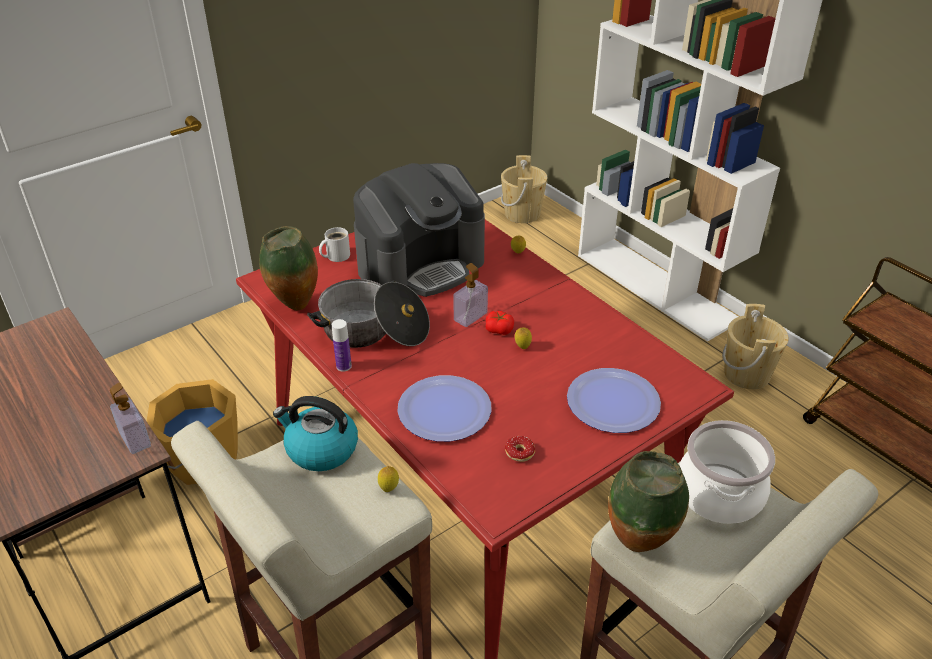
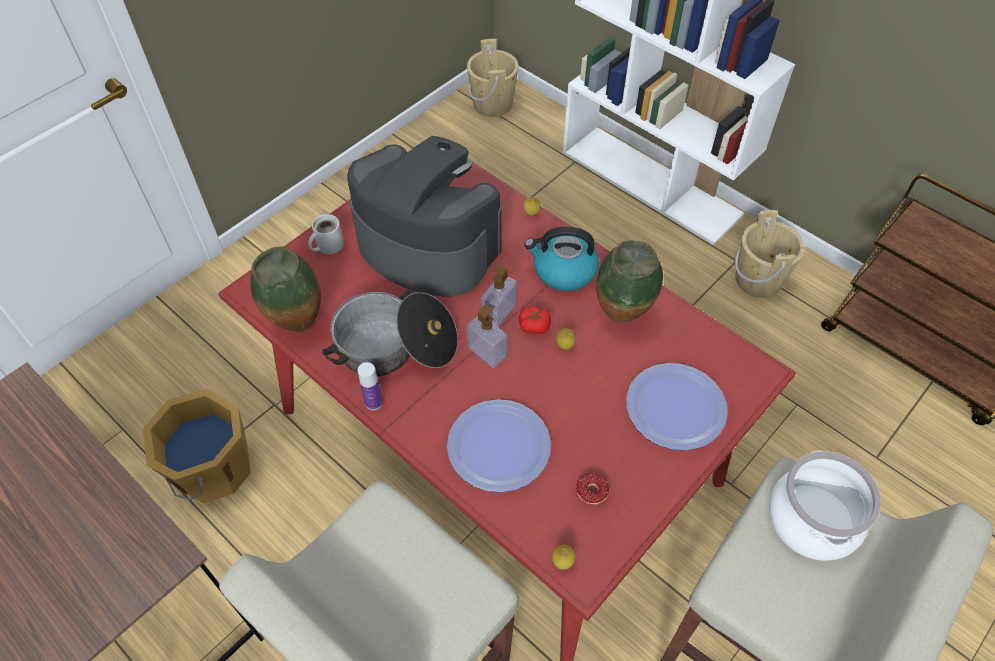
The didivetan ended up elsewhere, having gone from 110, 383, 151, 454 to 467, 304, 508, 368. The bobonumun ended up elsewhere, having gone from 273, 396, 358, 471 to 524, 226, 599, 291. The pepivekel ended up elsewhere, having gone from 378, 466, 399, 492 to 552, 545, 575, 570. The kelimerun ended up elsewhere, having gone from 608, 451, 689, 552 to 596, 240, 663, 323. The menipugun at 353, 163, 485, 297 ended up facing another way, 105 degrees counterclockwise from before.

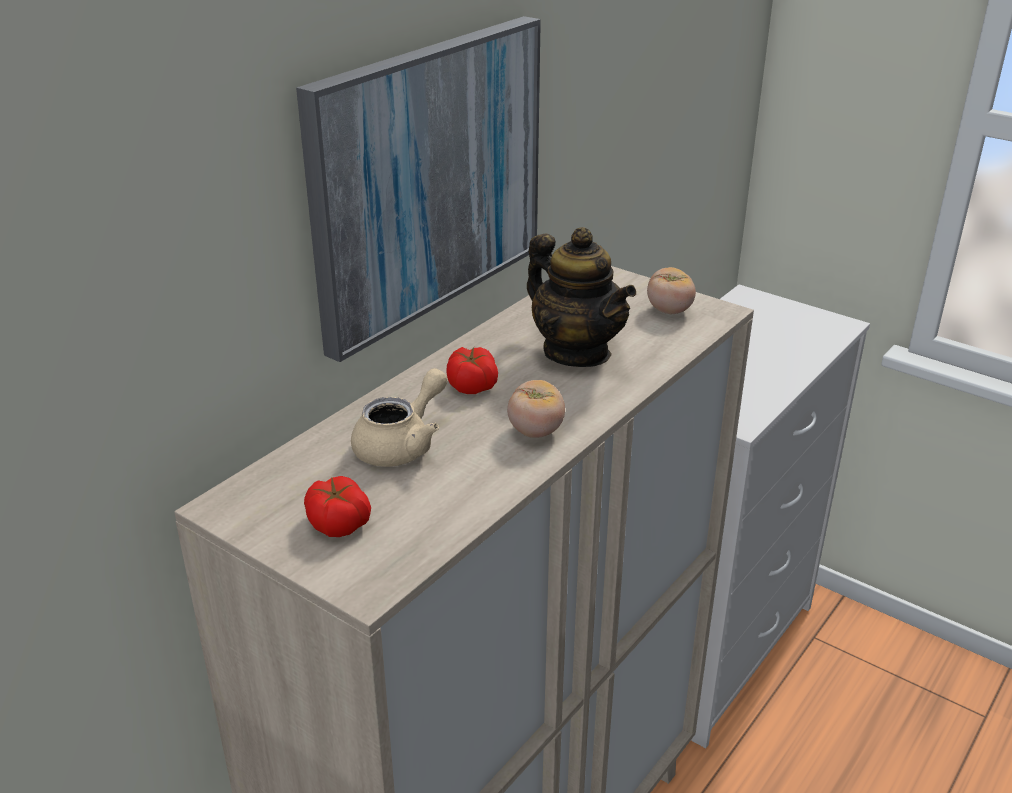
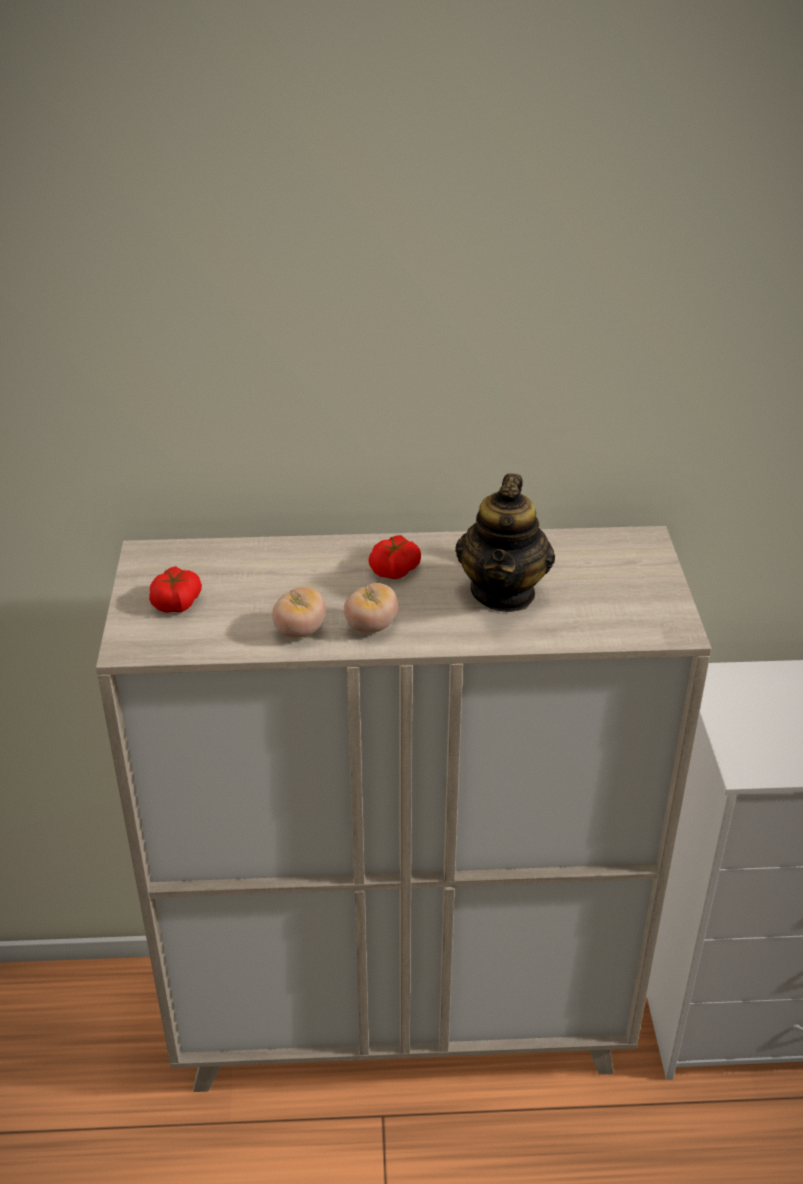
The second view lost the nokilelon at 296, 16, 541, 362. The second view lost the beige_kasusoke at 351, 368, 448, 467. The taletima ended up elsewhere, having gone from 647, 267, 696, 314 to 272, 587, 326, 638.

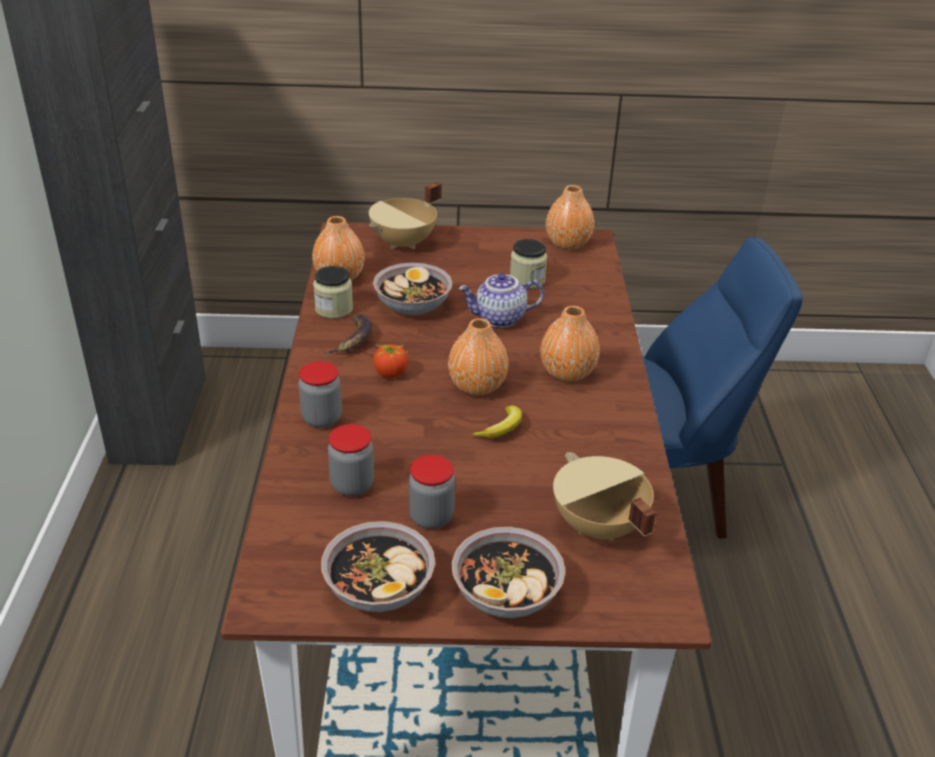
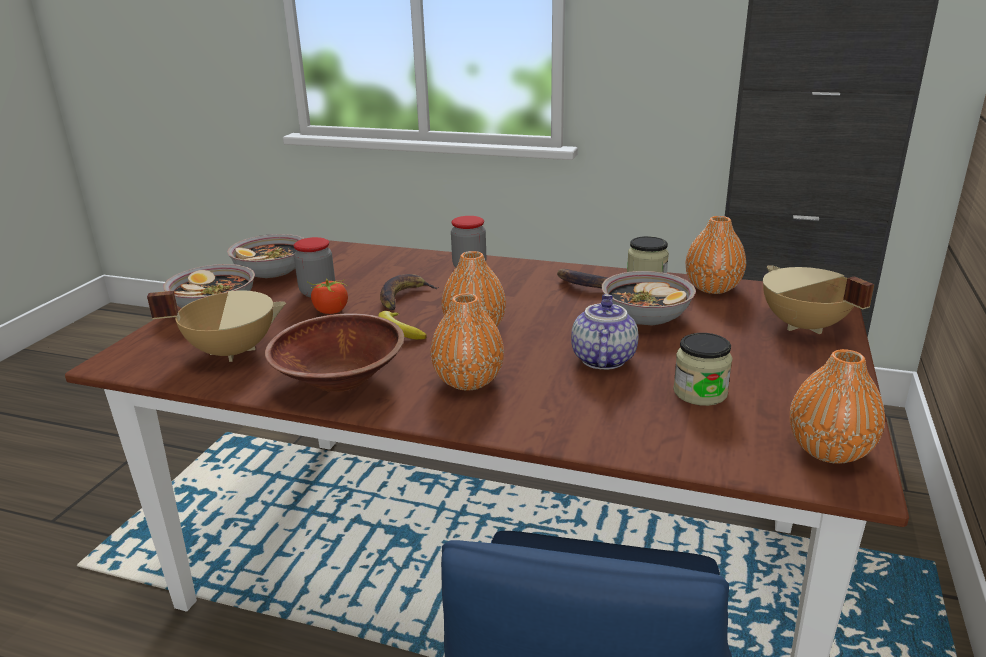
The second view lost the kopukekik at 328, 424, 374, 496. The second view gained the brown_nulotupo at 265, 313, 404, 392. The second view gained the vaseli at 380, 274, 439, 310. The taletima ended up elsewhere, having gone from 373, 343, 408, 378 to 307, 279, 348, 314.

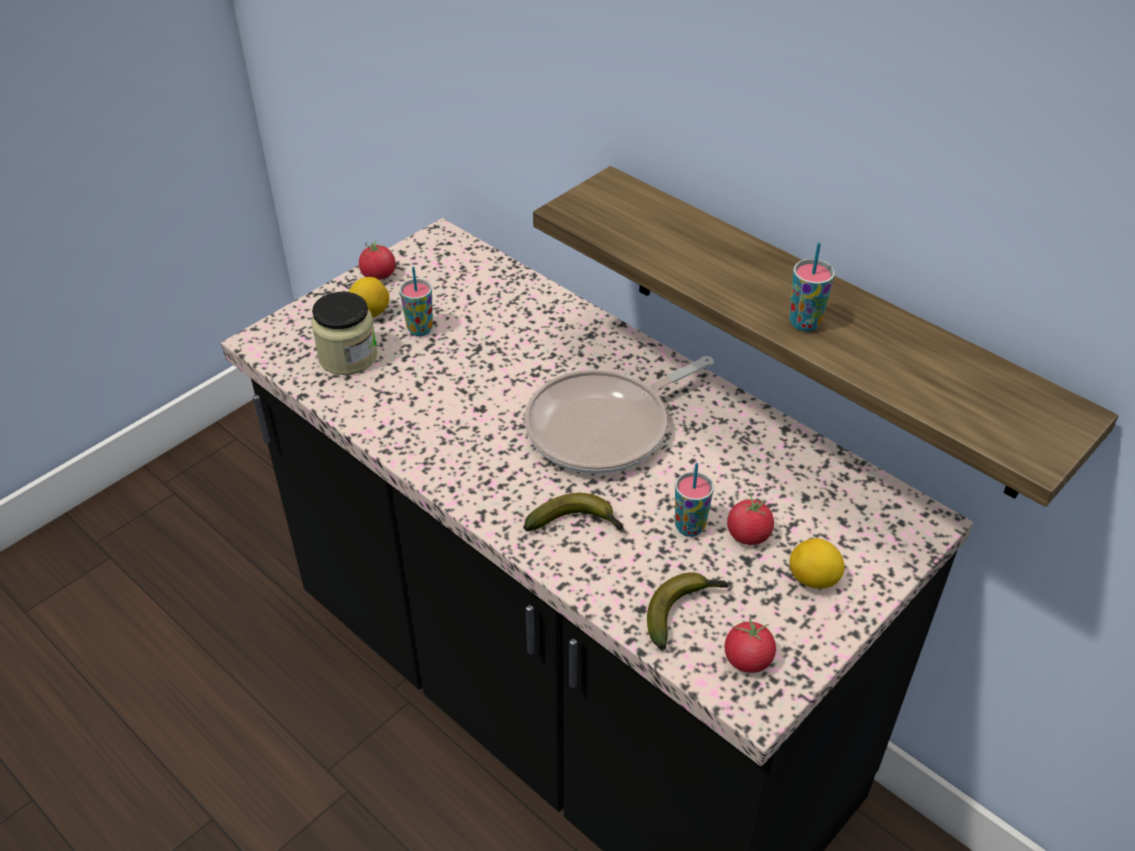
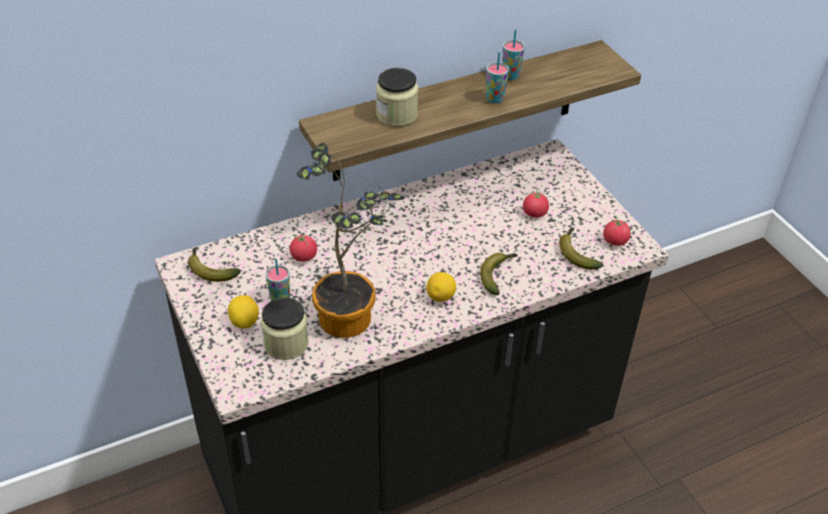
The second view lost the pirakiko at 525, 356, 713, 474. The second view gained the vaseli at 188, 247, 241, 282. The second view gained the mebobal at 297, 142, 405, 338. The second view gained the kopukekik at 376, 68, 418, 127. The taletima ended up elsewhere, having gone from 359, 239, 396, 280 to 290, 233, 317, 262. The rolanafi ended up elsewhere, having gone from 675, 463, 714, 537 to 502, 29, 525, 80. The pepivekel ended up elsewhere, having gone from 790, 538, 844, 589 to 426, 272, 456, 302.

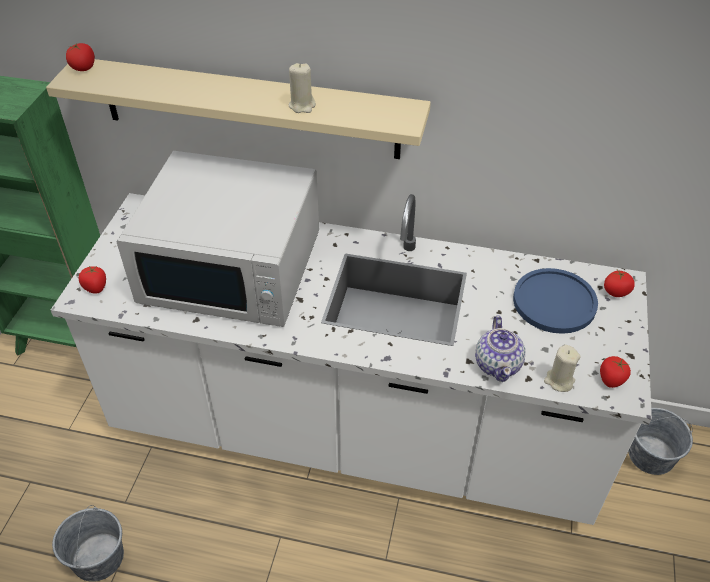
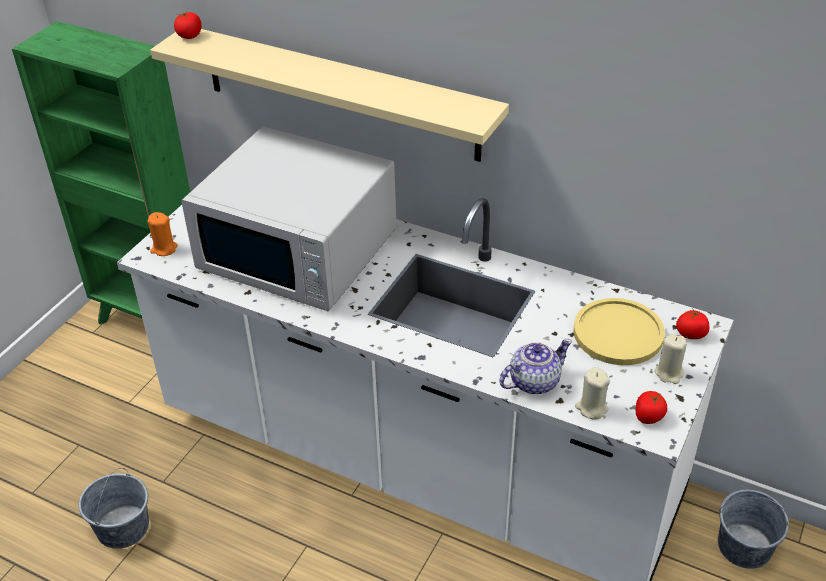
The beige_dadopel ended up elsewhere, having gone from 289, 63, 316, 113 to 655, 334, 687, 384. Where the taletima stood at 79, 265, 106, 294, the orange_dadopel came to stand at 148, 212, 178, 256. What was the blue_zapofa at 513, 268, 598, 334 turned into the yellow_zapofa at 574, 298, 665, 365. The kasusoke at 475, 316, 525, 382 ended up facing another way, 135 degrees counterclockwise from before.

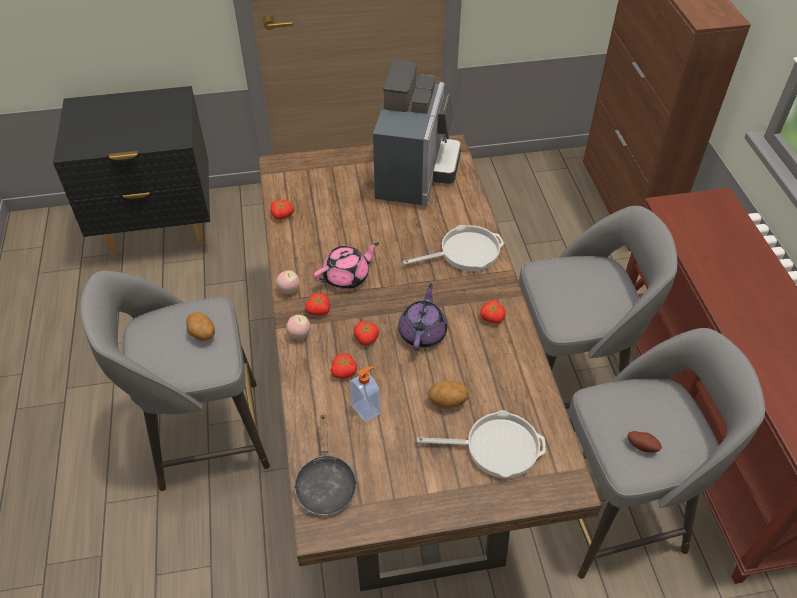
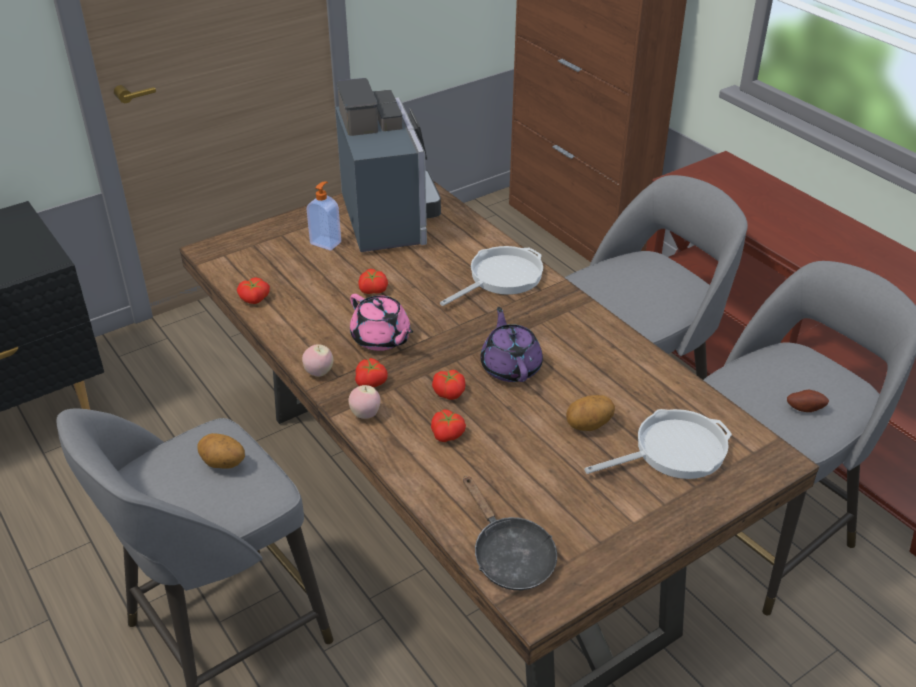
The didivetan ended up elsewhere, having gone from 350, 366, 380, 423 to 306, 181, 341, 251. The taletima ended up elsewhere, having gone from 480, 300, 505, 324 to 358, 269, 388, 294. The pink_kasusoke at 314, 242, 379, 289 ended up facing another way, 105 degrees clockwise from before.

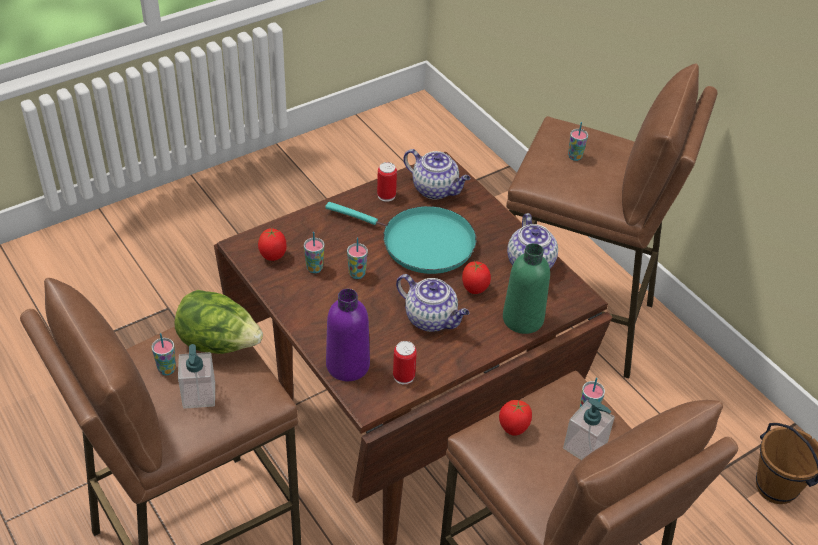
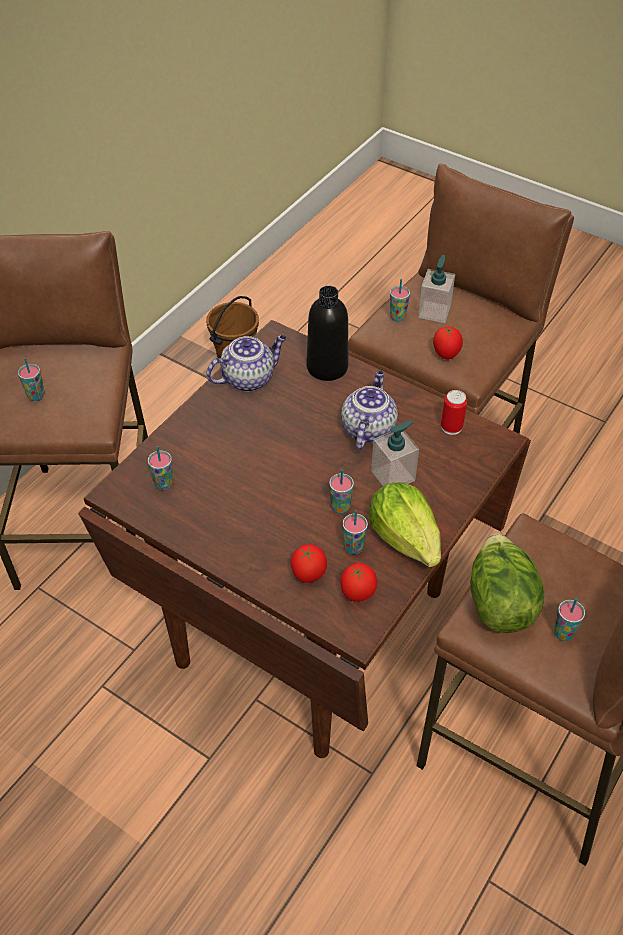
The second view lost the turquoise_pirakiko at 325, 202, 476, 274. The second view lost the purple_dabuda at 326, 289, 370, 381. The second view lost the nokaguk at 377, 162, 397, 202. The second view gained the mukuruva at 369, 482, 441, 567. The didivetan ended up elsewhere, having gone from 178, 344, 215, 409 to 371, 421, 419, 486. The taletima ended up elsewhere, having gone from 462, 261, 491, 294 to 291, 544, 327, 583. Where the kasusoke stood at 403, 149, 470, 200, the rolanafi came to stand at 148, 446, 173, 490. What was the green_dabuda at 503, 243, 550, 334 turned into the black_dabuda at 307, 286, 349, 381.

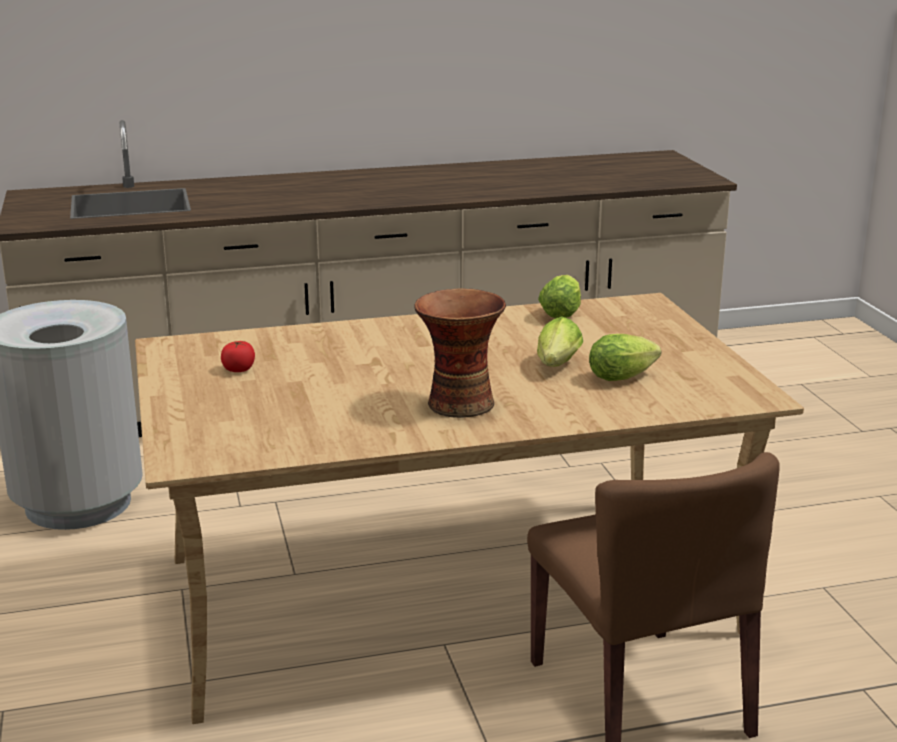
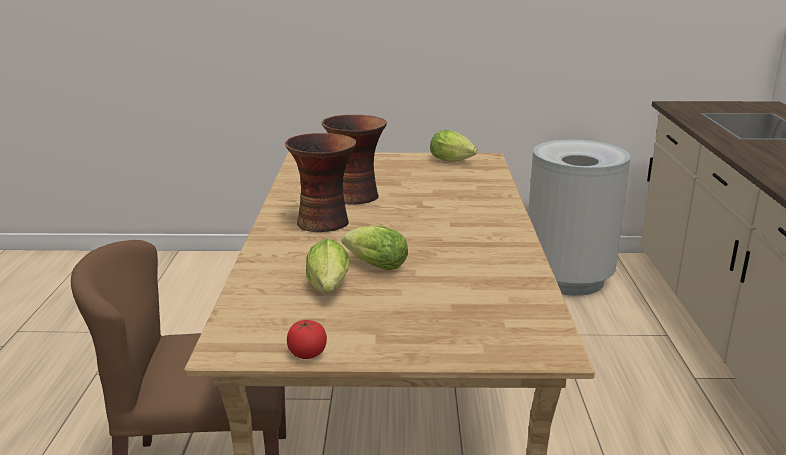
The second view gained the kelimerun at 322, 115, 387, 205. The taletima ended up elsewhere, having gone from 221, 341, 255, 372 to 287, 320, 327, 359. The mukuruva ended up elsewhere, having gone from 538, 275, 581, 319 to 430, 130, 477, 162.

